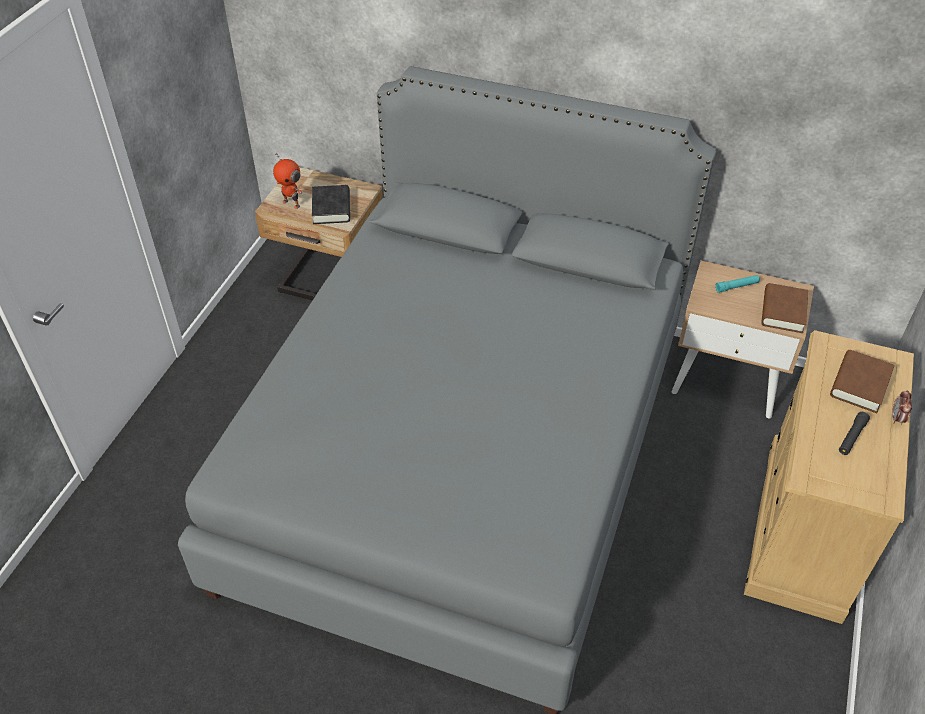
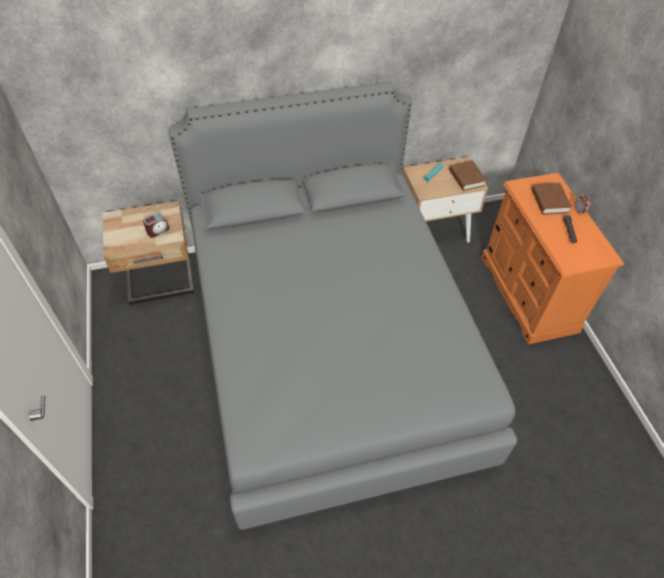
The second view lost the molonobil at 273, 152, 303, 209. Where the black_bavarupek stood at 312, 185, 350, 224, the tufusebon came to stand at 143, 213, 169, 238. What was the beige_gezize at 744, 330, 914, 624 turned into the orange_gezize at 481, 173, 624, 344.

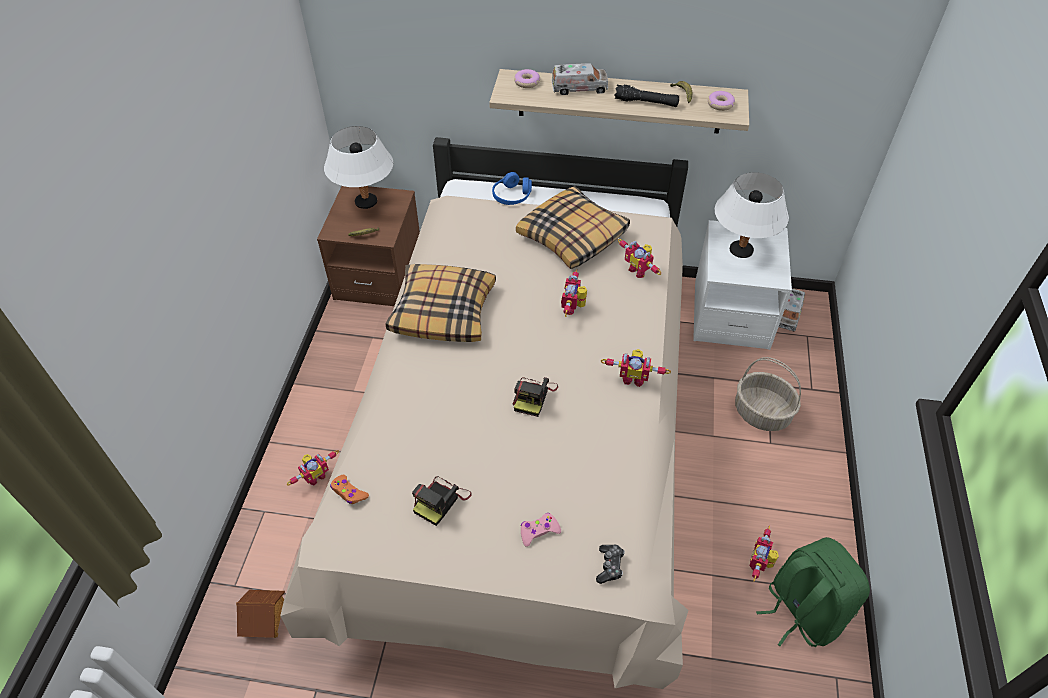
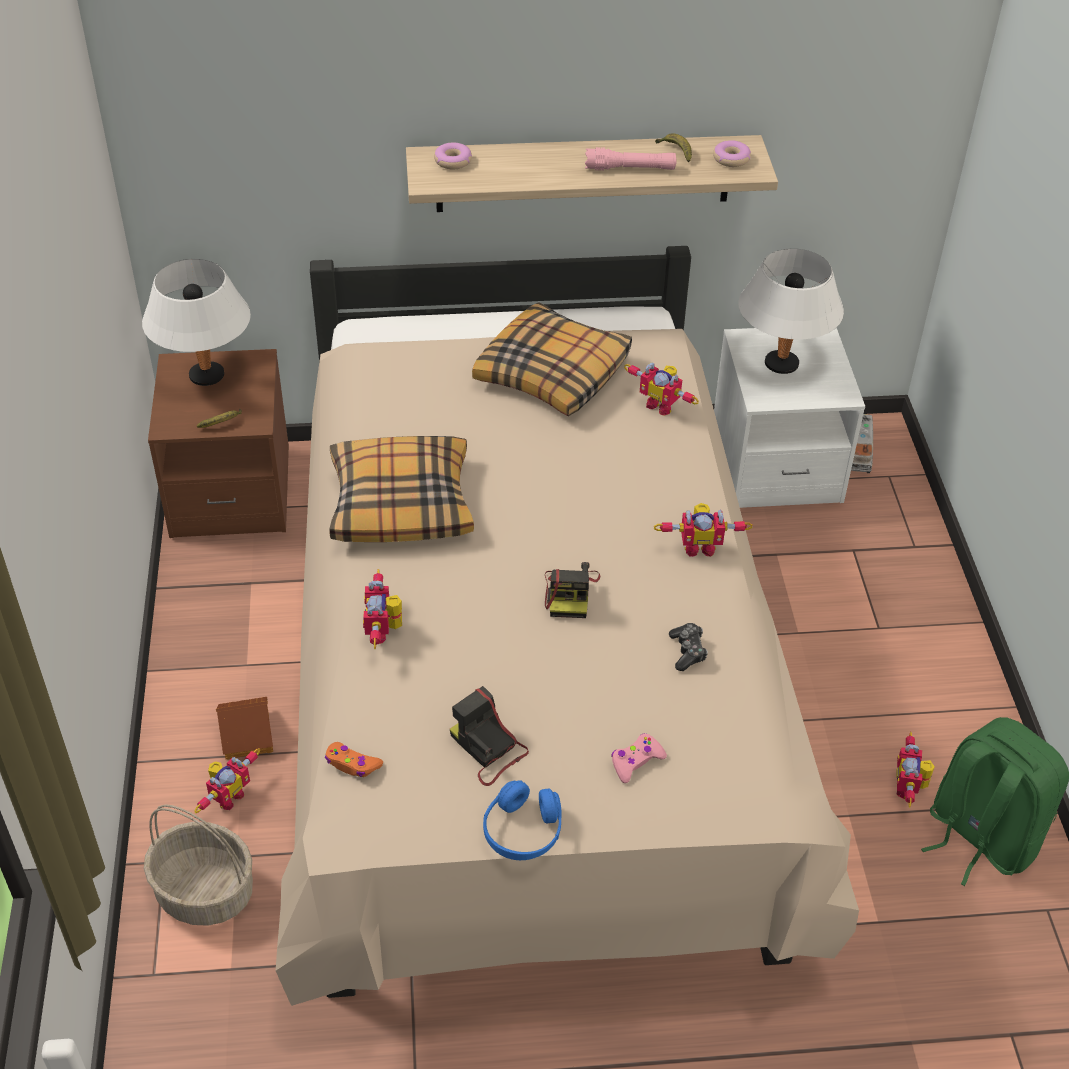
The second view lost the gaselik at 551, 63, 608, 95. The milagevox ended up elsewhere, having gone from 236, 590, 285, 638 to 216, 697, 273, 759. The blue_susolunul ended up elsewhere, having gone from 492, 172, 532, 205 to 483, 780, 562, 860. The molonobil ended up elsewhere, having gone from 561, 269, 587, 317 to 363, 569, 402, 649. The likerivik ended up elsewhere, having gone from 596, 545, 625, 584 to 669, 623, 708, 671. The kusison ended up elsewhere, having gone from 735, 357, 801, 431 to 144, 804, 253, 926. What was the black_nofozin at 614, 84, 679, 107 turned into the pink_nofozin at 585, 147, 677, 171. The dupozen at 412, 476, 472, 526 ended up facing another way, 120 degrees clockwise from before.

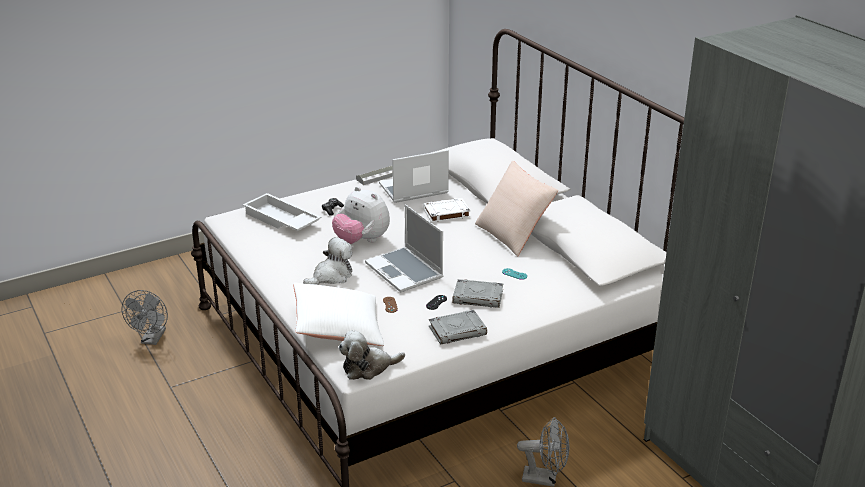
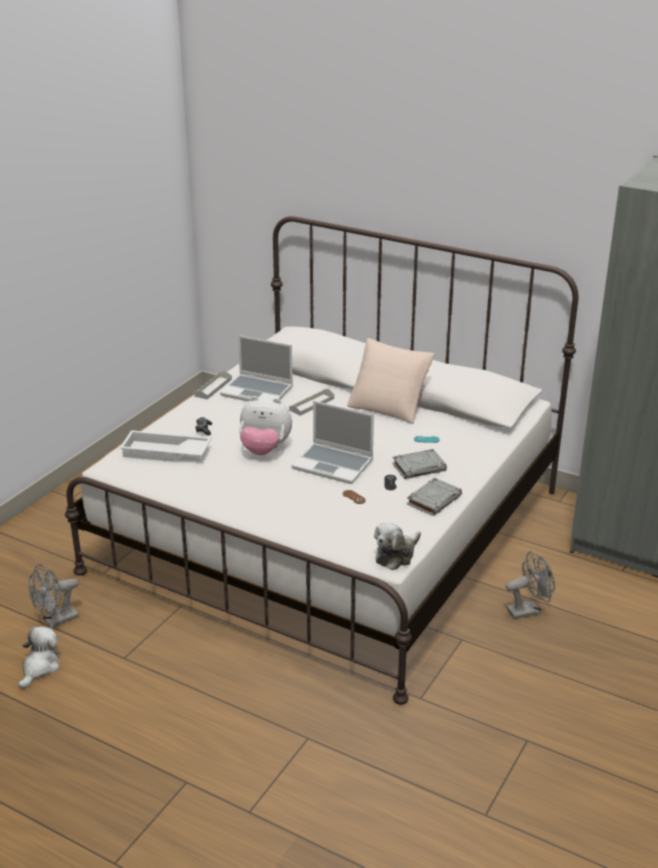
The second view lost the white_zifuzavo at 293, 283, 384, 346. The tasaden ended up elsewhere, having gone from 303, 237, 352, 285 to 18, 626, 60, 689. Where the white_bavarupek stood at 423, 198, 471, 222, the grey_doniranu came to stand at 289, 389, 334, 416. The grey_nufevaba at 121, 290, 168, 345 ended up facing another way, 75 degrees clockwise from before. The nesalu at 379, 150, 449, 203 ended up facing another way, 105 degrees counterclockwise from before.

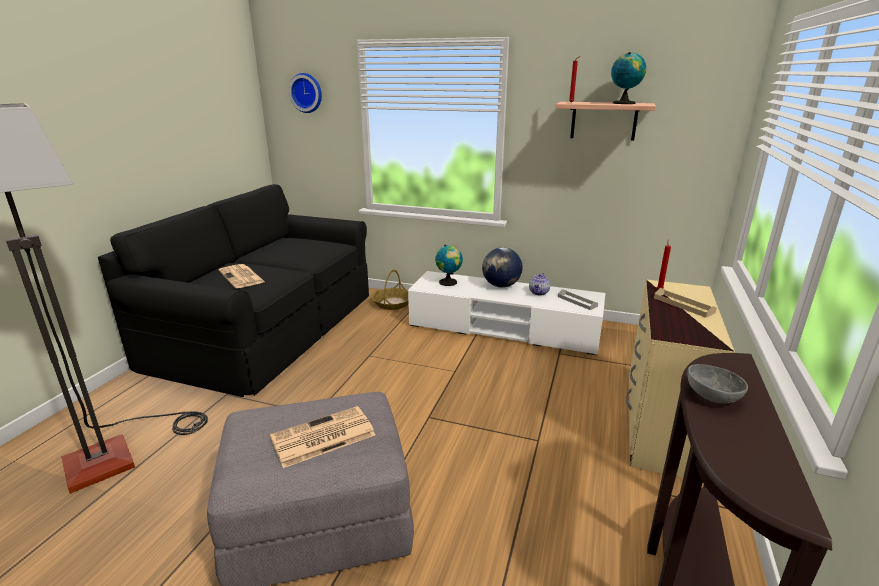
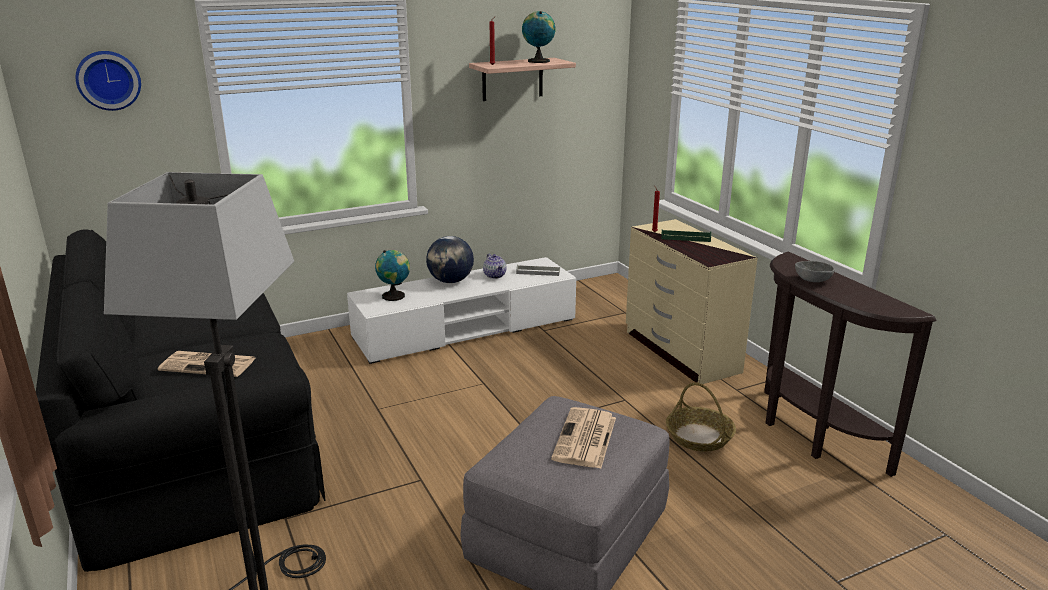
The kusison ended up elsewhere, having gone from 372, 270, 408, 310 to 666, 382, 736, 452. What was the beige_doniranu at 654, 288, 717, 318 turned into the green_doniranu at 661, 230, 711, 242.

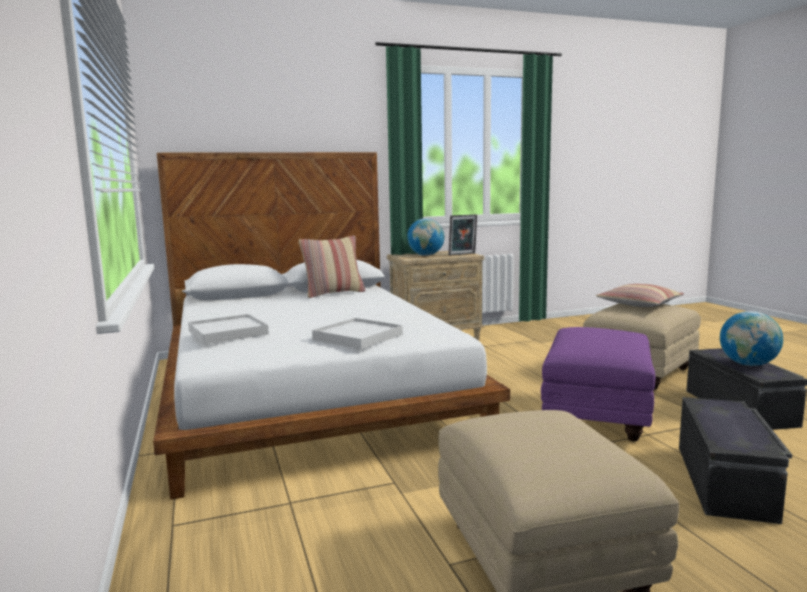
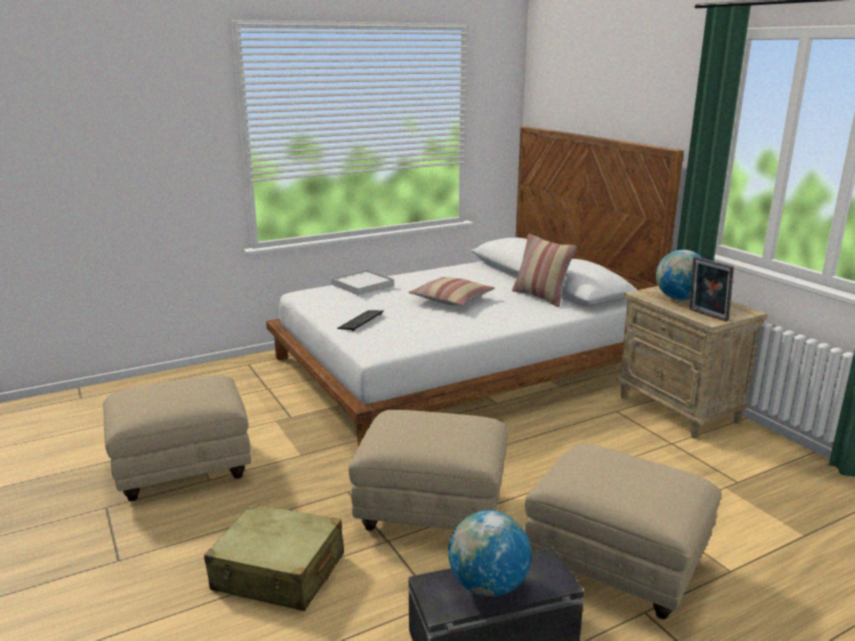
The zifuzavo ended up elsewhere, having gone from 595, 284, 684, 307 to 408, 277, 495, 306. Where the white_doniranu stood at 312, 318, 403, 349, the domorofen came to stand at 337, 310, 384, 331. Where the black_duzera stood at 679, 397, 792, 524, the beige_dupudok came to stand at 204, 503, 344, 611. What was the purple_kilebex at 541, 327, 655, 441 turned into the beige_kilebex at 349, 410, 508, 531.

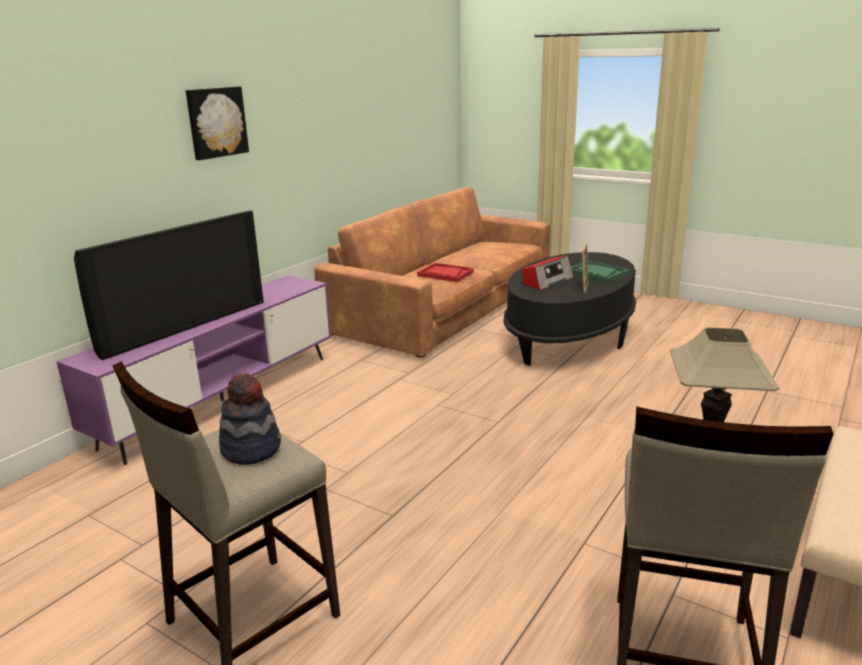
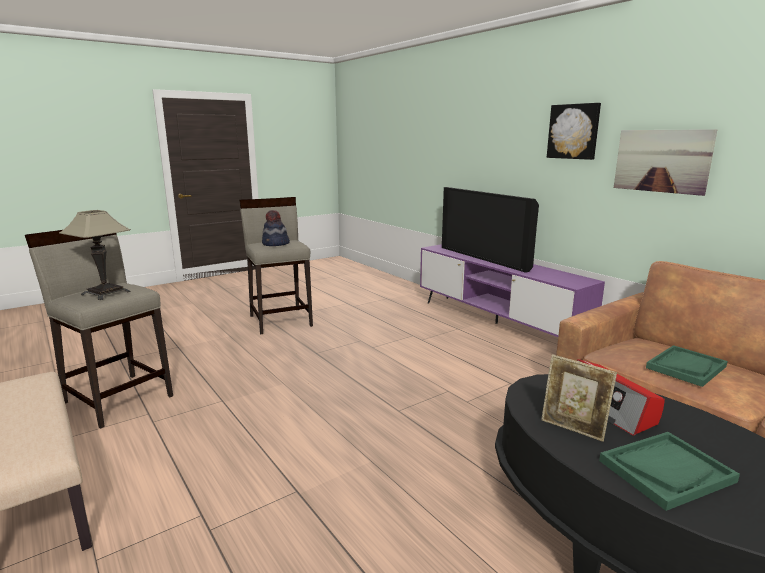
The second view gained the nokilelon at 614, 129, 717, 196. What was the red_doniranu at 417, 263, 474, 282 turned into the green_doniranu at 646, 345, 728, 387.

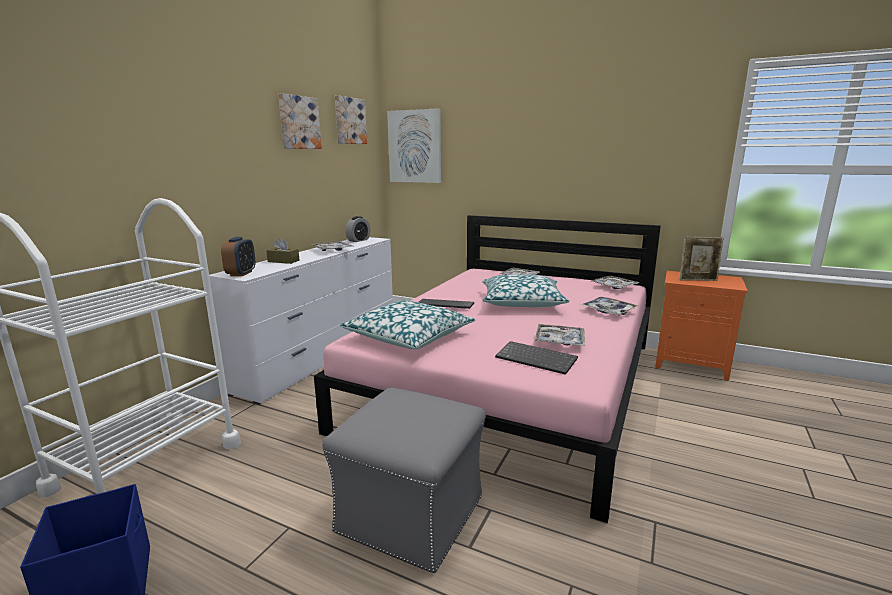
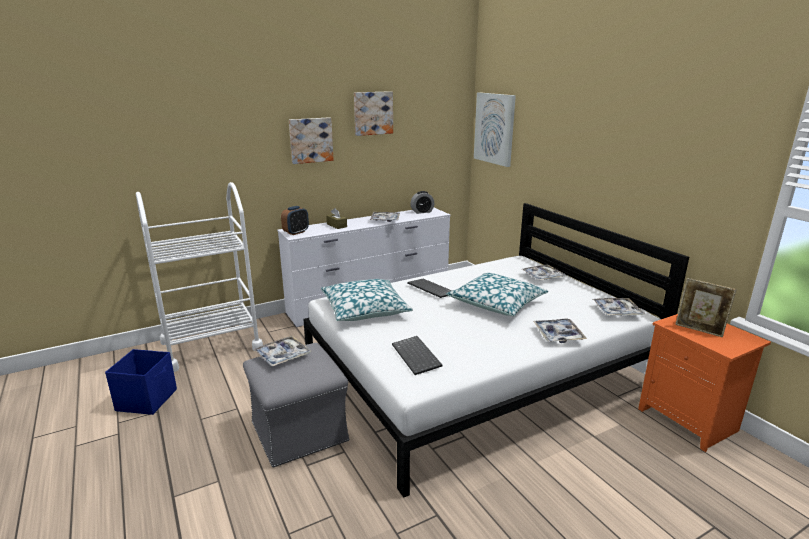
The nokilelon ended up elsewhere, having gone from 335, 96, 367, 144 to 289, 117, 334, 164. The doniranu ended up elsewhere, having gone from 535, 324, 585, 346 to 253, 336, 311, 367. What was the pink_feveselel at 314, 215, 661, 523 turned into the white_feveselel at 303, 203, 689, 498.

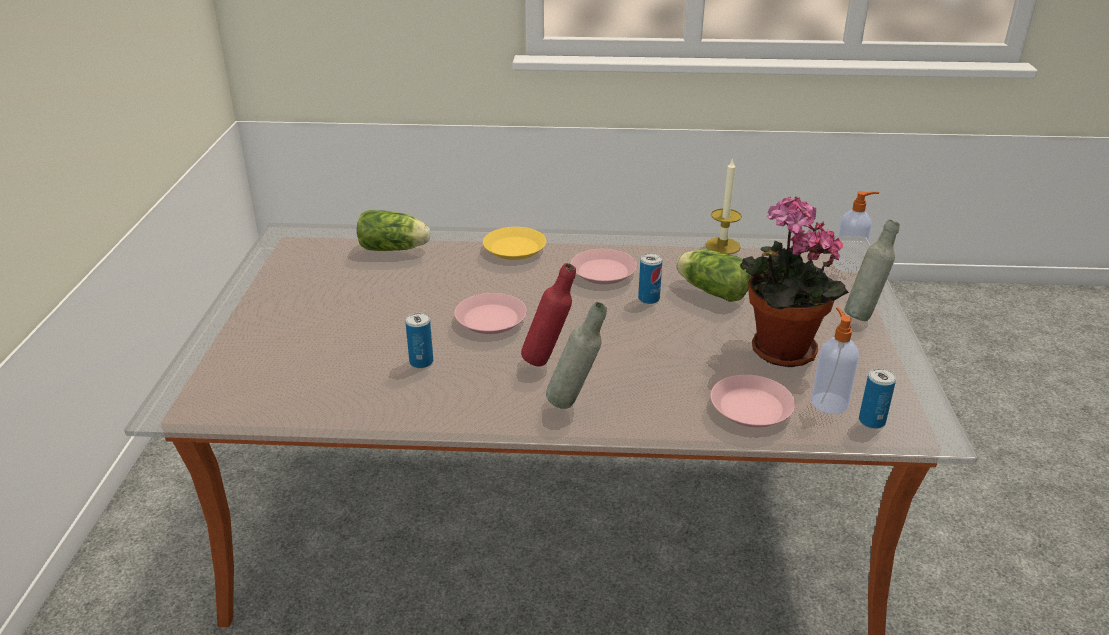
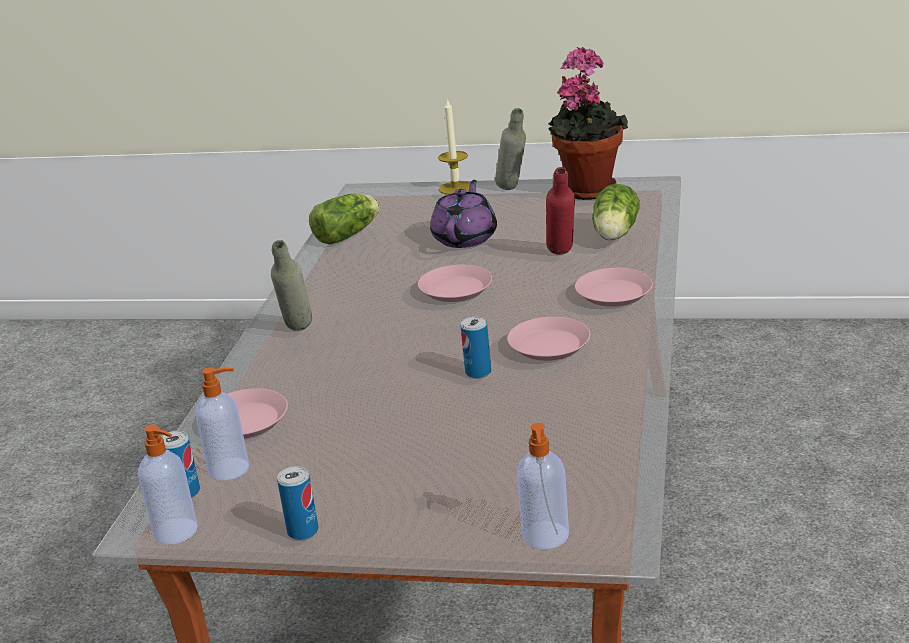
The second view gained the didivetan at 138, 424, 198, 545. The second view gained the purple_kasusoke at 430, 180, 497, 248. The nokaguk ended up elsewhere, having gone from 405, 313, 433, 368 to 277, 466, 318, 540. The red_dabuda ended up elsewhere, having gone from 521, 263, 576, 366 to 546, 167, 575, 255. The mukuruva ended up elsewhere, having gone from 676, 250, 752, 302 to 309, 194, 379, 245. The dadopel ended up elsewhere, having gone from 705, 158, 742, 254 to 438, 99, 470, 195. The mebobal ended up elsewhere, having gone from 740, 197, 849, 367 to 548, 47, 628, 200. The grey_dabuda ended up elsewhere, having gone from 844, 220, 899, 321 to 495, 108, 526, 190. What was the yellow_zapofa at 483, 227, 546, 260 turned into the pink_zapofa at 575, 268, 653, 307.

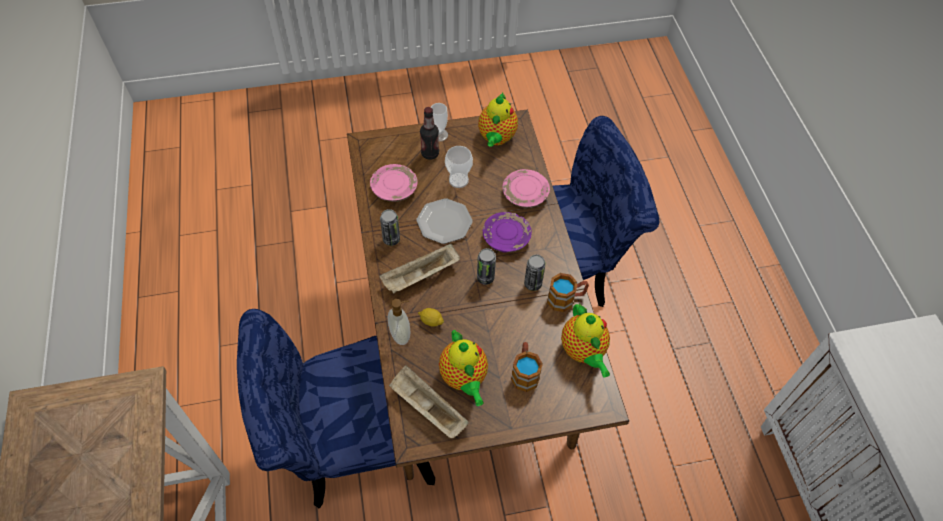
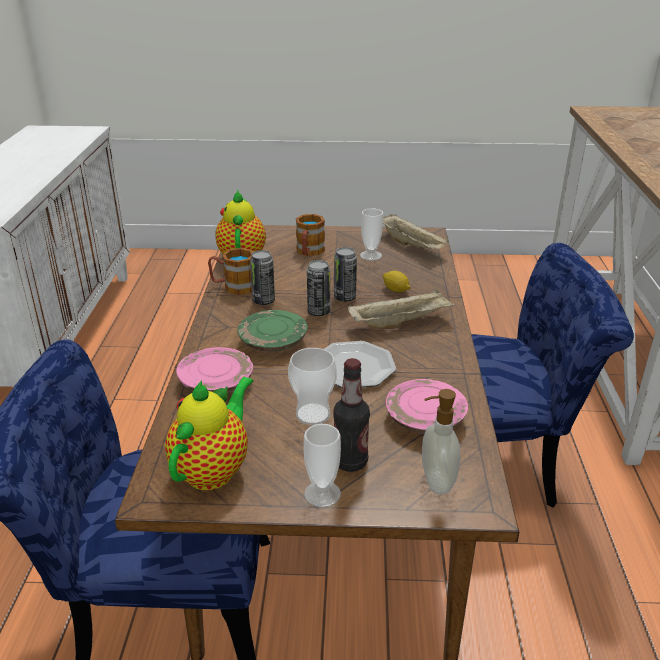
The nokaguk ended up elsewhere, having gone from 380, 209, 400, 246 to 334, 247, 357, 302. The didivetan ended up elsewhere, having gone from 387, 299, 410, 345 to 422, 389, 461, 494. Where the kasusoke stood at 439, 330, 488, 406, the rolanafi came to stand at 360, 208, 383, 261. What was the purple_zapofa at 482, 212, 532, 253 turned into the green_zapofa at 238, 310, 307, 352.

